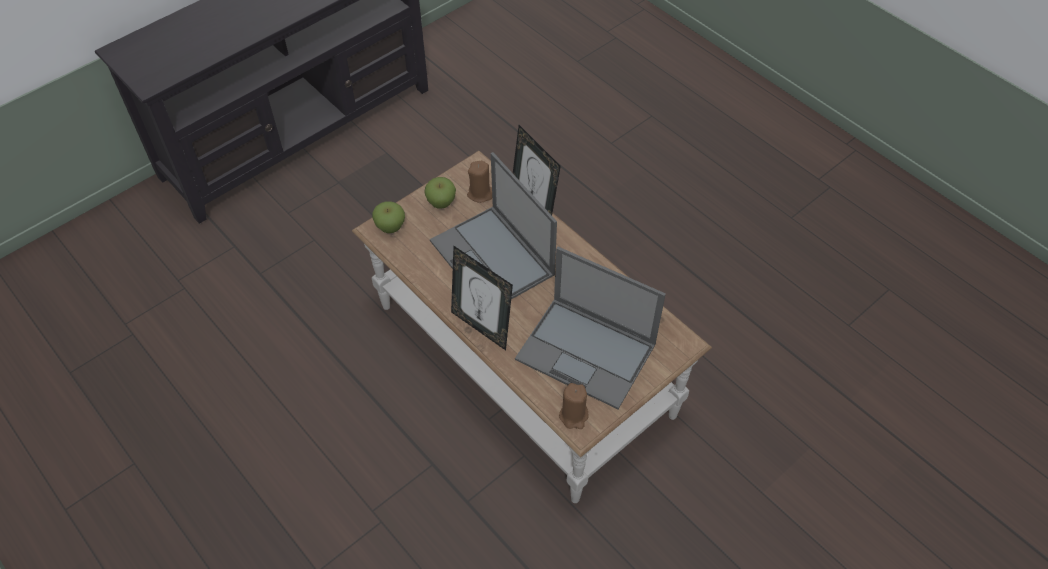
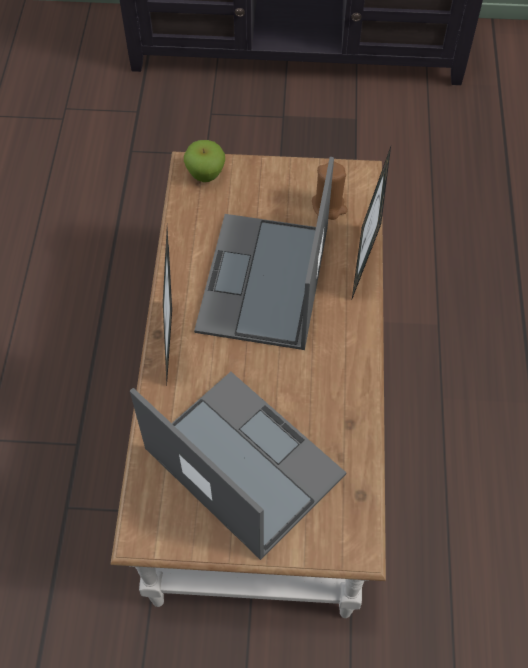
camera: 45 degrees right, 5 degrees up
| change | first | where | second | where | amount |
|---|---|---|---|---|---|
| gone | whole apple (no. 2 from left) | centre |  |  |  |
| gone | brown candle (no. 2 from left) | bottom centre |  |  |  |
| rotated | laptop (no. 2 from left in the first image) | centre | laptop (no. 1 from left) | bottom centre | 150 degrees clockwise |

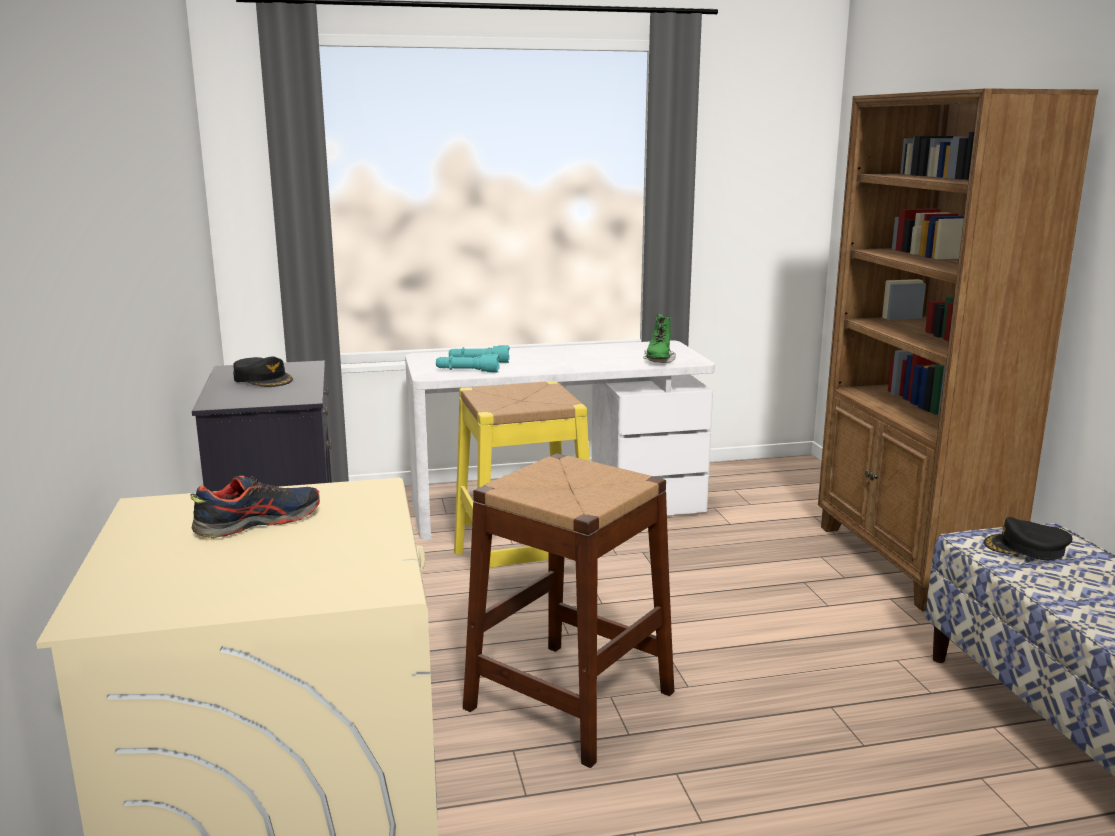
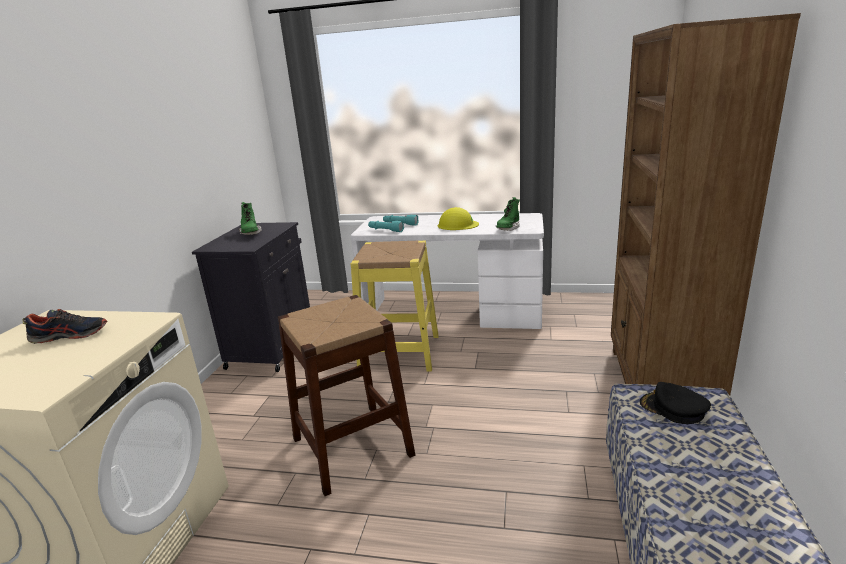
camera: 25 degrees right, 5 degrees up
| change | first | where | second | where | amount |
|---|---|---|---|---|---|
| new |  |  | yellow hard hat | centre |  |
| swapped | blackish baseball cap (no. 1 from left) | middle left | green high-top boot (no. 1 from left) | middle left |  |

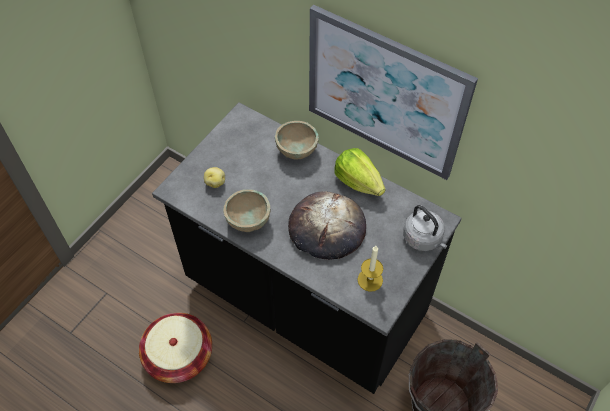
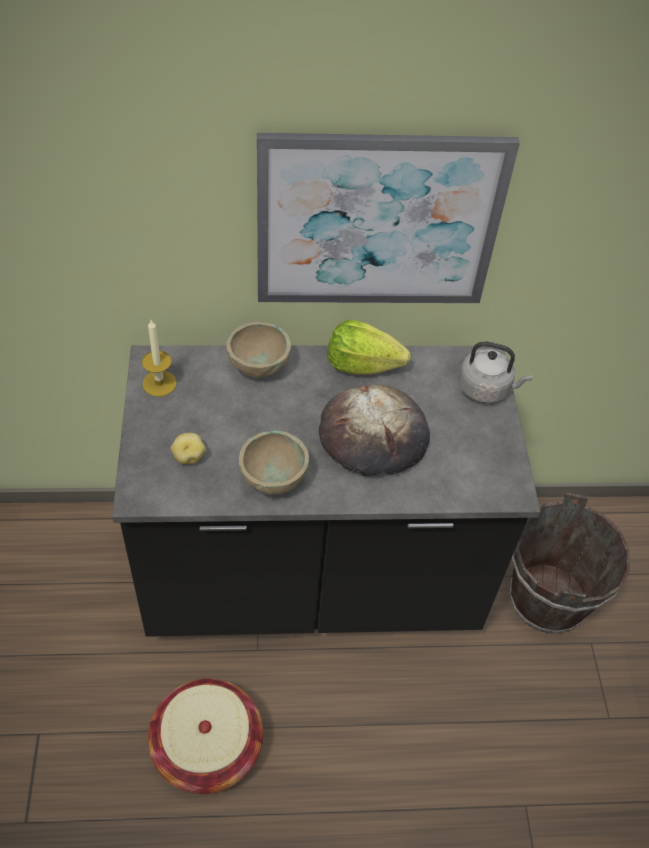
camera: 40 degrees left, 5 degrees down
| change | first | where | second | where | amount |
|---|---|---|---|---|---|
| shifted | candle | centre |  | middle left |  |

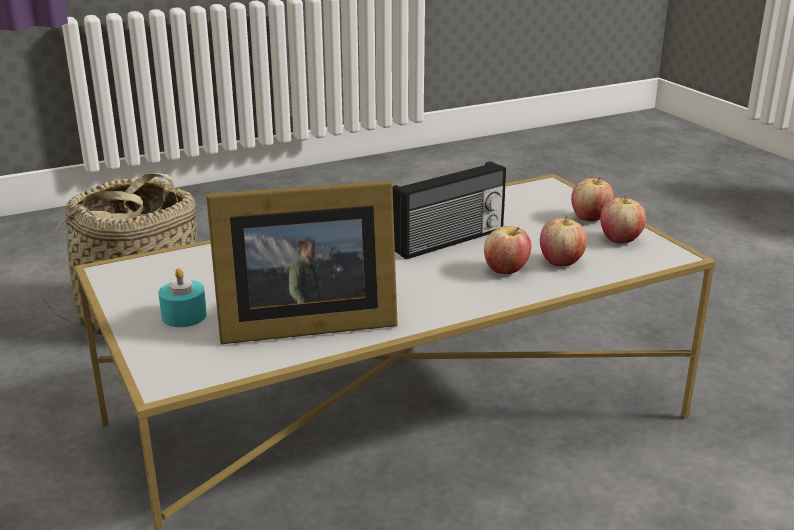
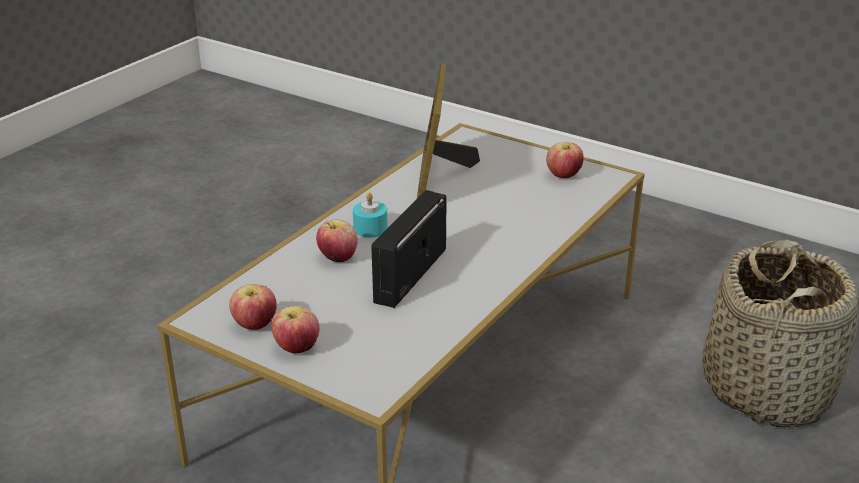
camera: 150 degrees right, 5 degrees up
| change | first | where | second | where | amount |
|---|---|---|---|---|---|
| shifted | turquoise candle | middle left |  | centre |  |
| shifted | whole apple (no. 2 from left in the first image) | middle right | whole apple (no. 4 from left) | top centre |  |
| rotated | picture frame | centre |  | top centre | 45 degrees counterclockwise |

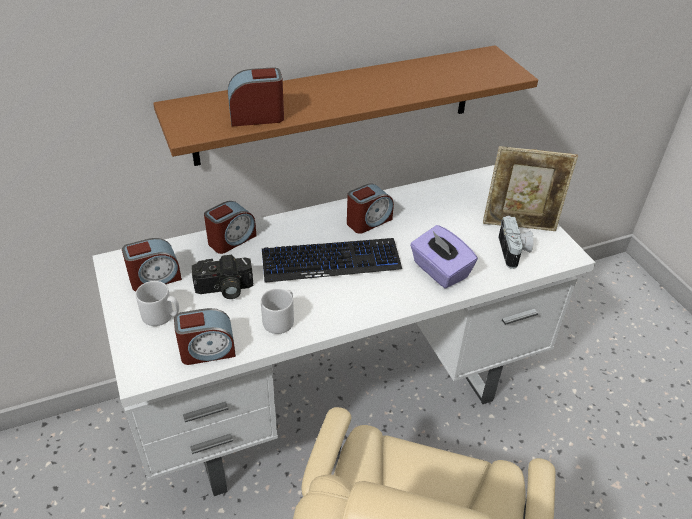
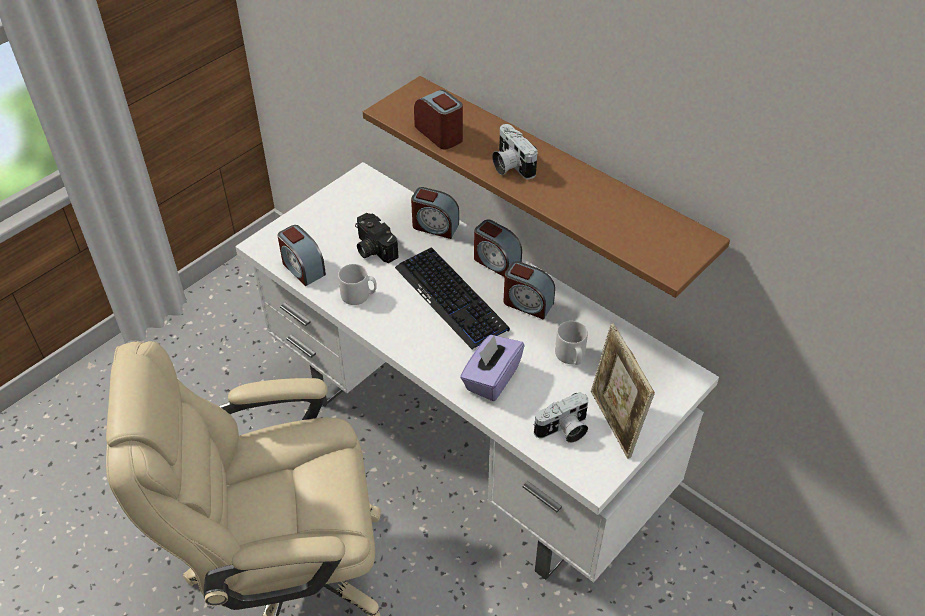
camera: 65 degrees right, 5 degrees up
| change | first | where | second | where | amount |
|---|---|---|---|---|---|
| new |  |  | photo camera (no. 2 from left) | top centre |  |
| shifted | bedside clock (no. 1 from left in the first image) | middle left | bedside clock (no. 4 from left) | centre |  |
| shifted | gray coffee mug (no. 1 from left in the first image) | middle left | gray coffee mug (no. 2 from left) | centre |  |

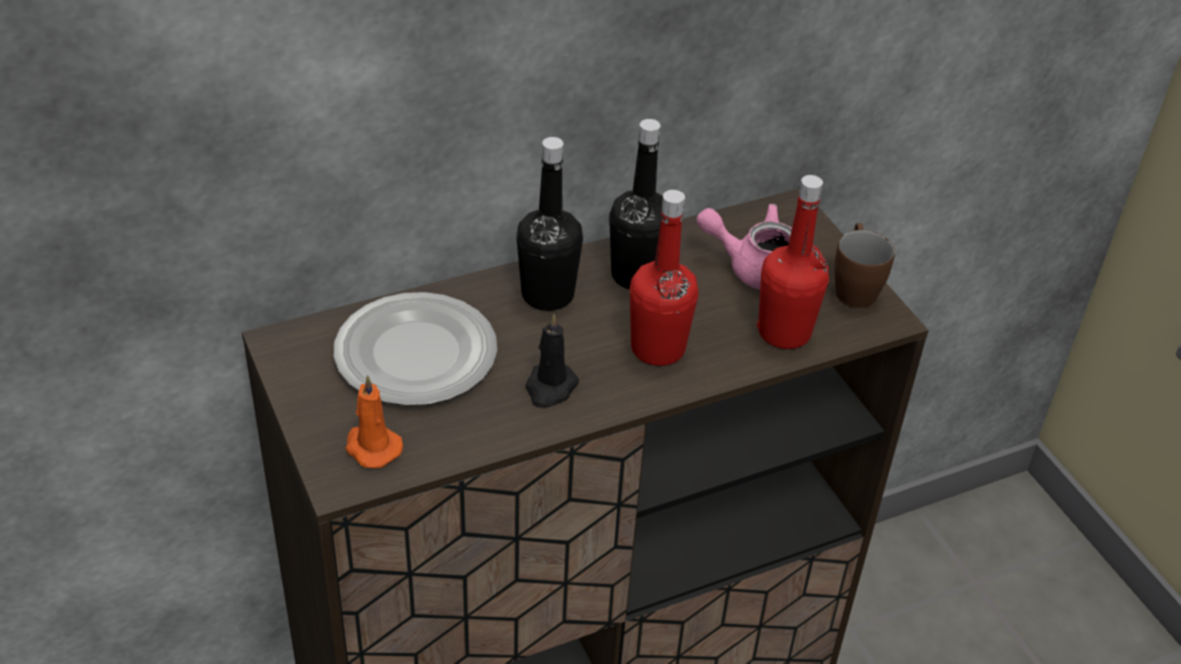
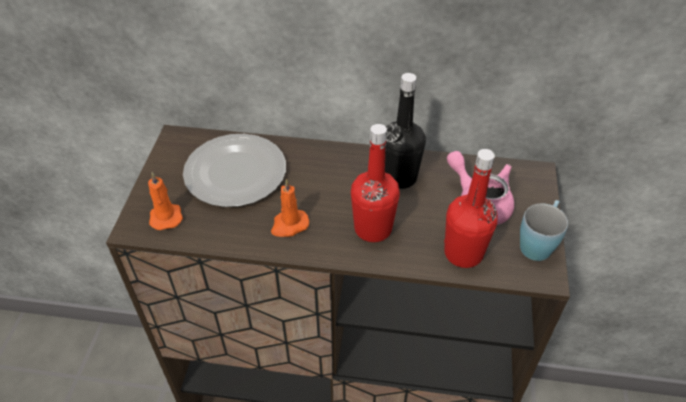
camera: 35 degrees right, 5 degrees up
| change | first | where | second | where | amount |
|---|---|---|---|---|---|
| gone | blackish beverage bottle (no. 1 from left) | centre |  |  |  |
| repainted | blackish candle | centre | orange-coloured candle (no. 2 from left) | centre |  |
| repainted | brown coffee mug | middle right | bluish coffee mug | middle right |  |

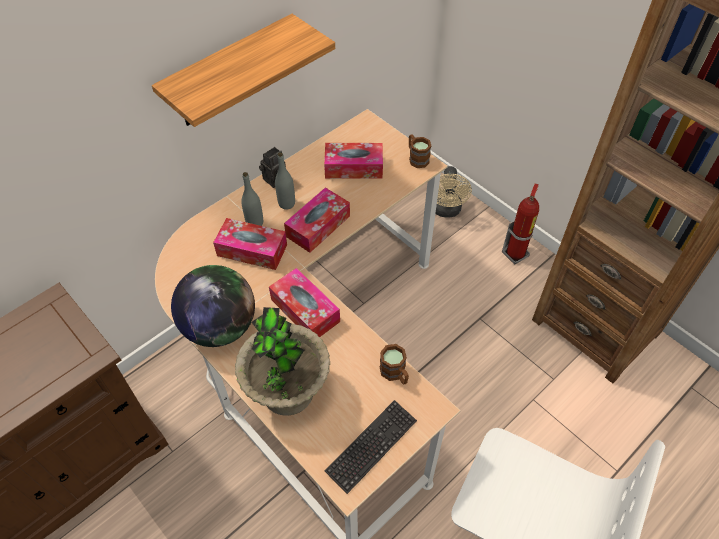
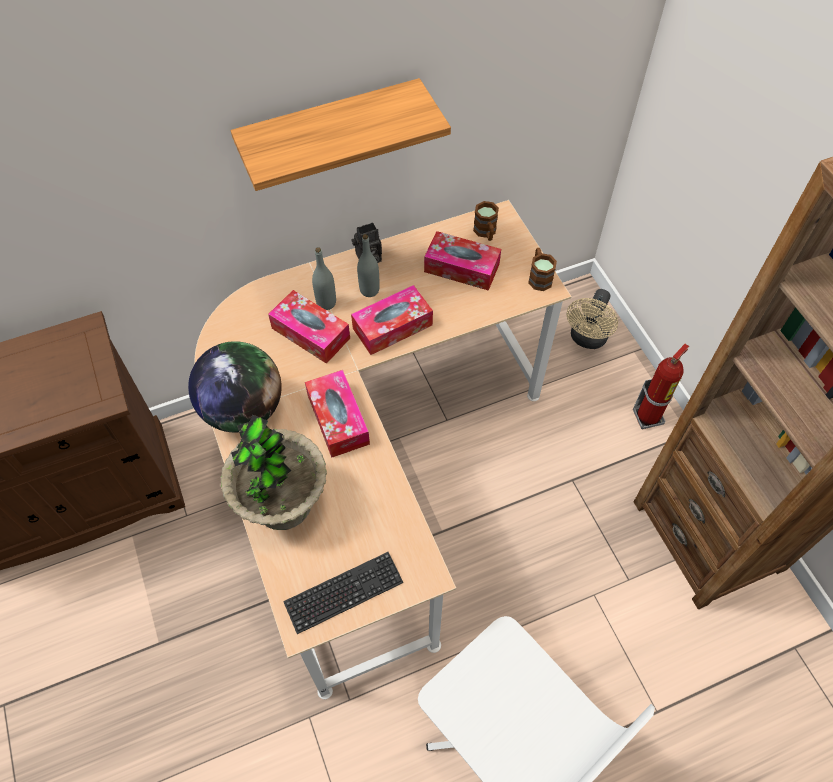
camera: 20 degrees right, 5 degrees up
| change | first | where | second | where | amount |
|---|---|---|---|---|---|
| shifted | brown coffee mug (no. 1 from left) | bottom centre |  | top centre |  |

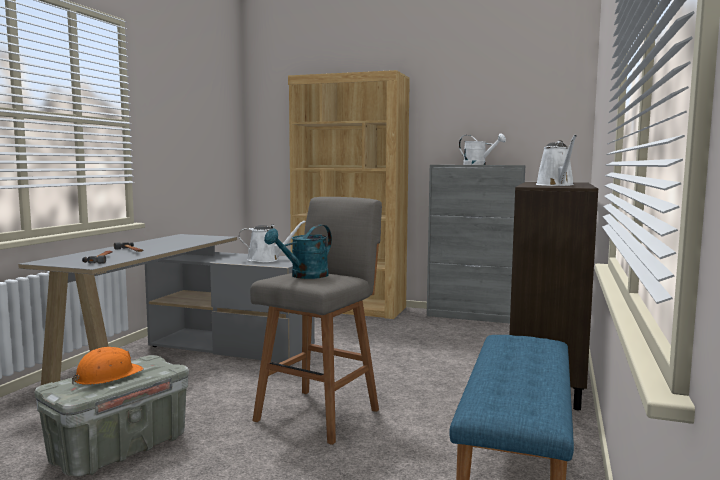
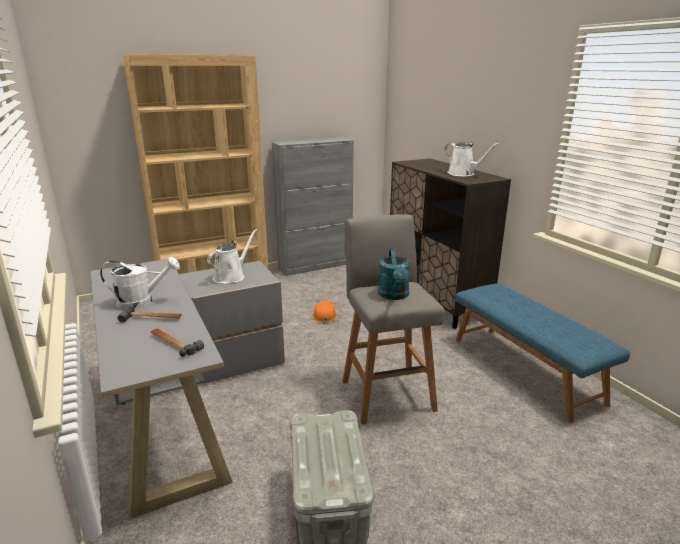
camera: 45 degrees left, 15 degrees up
| change | first | where | second | where | amount |
|---|---|---|---|---|---|
| shifted | orange-coloured hard hat | bottom left |  | centre |  |
| shifted | white sprinkling can (no. 2 from left in the first image) | top right | white sprinkling can (no. 1 from left) | middle left |  |

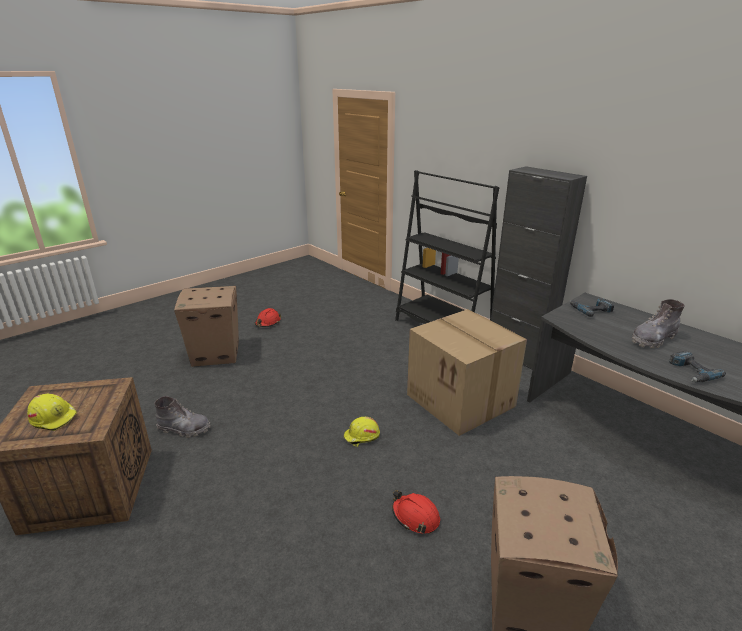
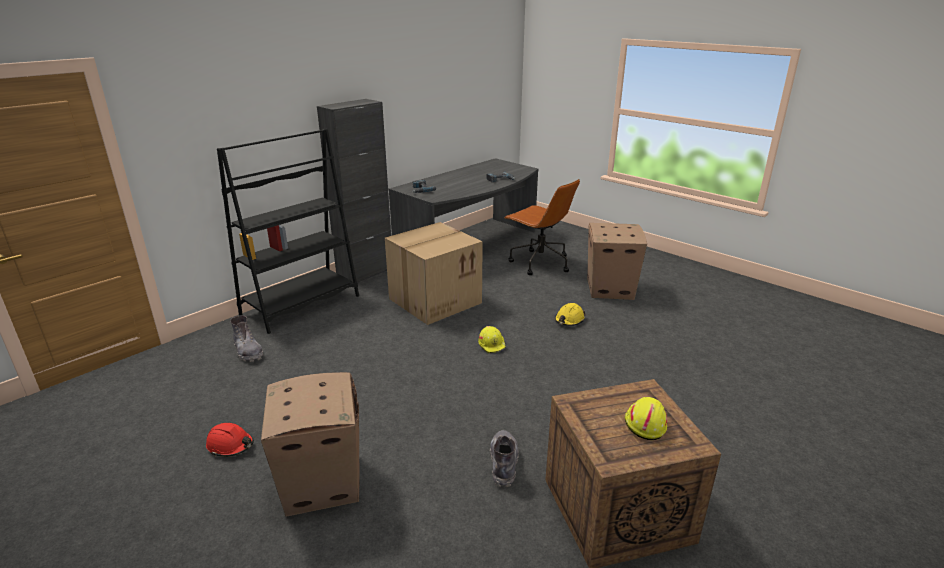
camera: 95 degrees left, 0 degrees up
| change | first | where | second | where | amount |
|---|---|---|---|---|---|
| new |  |  | brown desk chair | centre |  |
| shifted | gray high-top boot (no. 2 from left in the first image) | middle right | gray high-top boot (no. 1 from left) | middle left |  |
| repainted | red-coloured hard hat (no. 2 from left) | bottom centre | yellow hard hat (no. 2 from left) | centre |  |

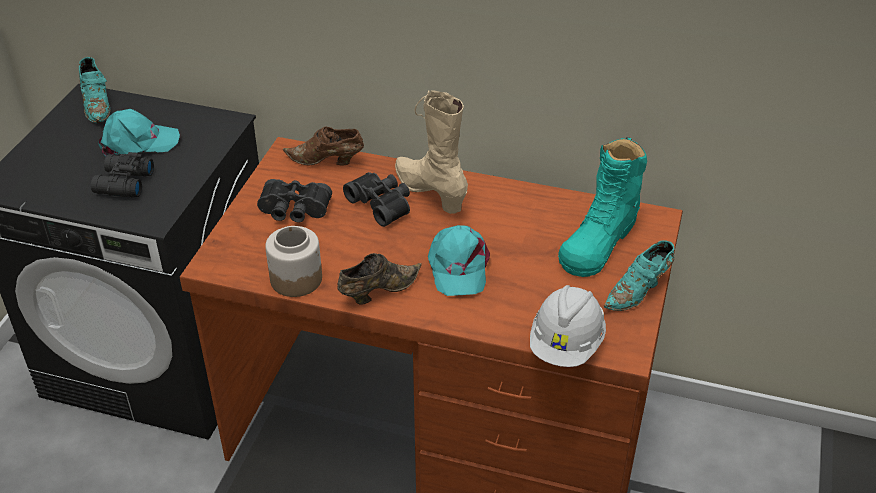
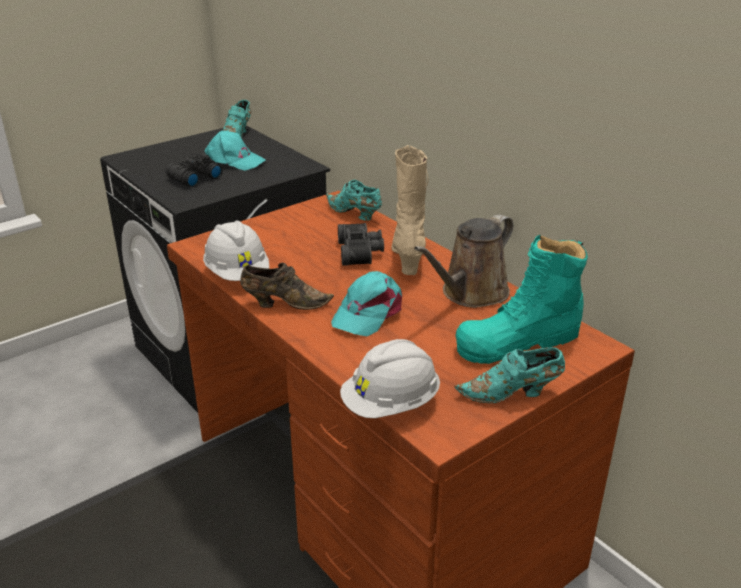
camera: 35 degrees right, 10 degrees down
| change | first | where | second | where | amount |
|---|---|---|---|---|---|
| gone | blackish binoculars (no. 2 from left) | centre |  |  |  |
| new |  |  | brown sprinkling can | centre |  |
| swapped | preserve jar | centre | white hard hat (no. 1 from left) | middle left |  |
| repainted | brown low shoe (no. 1 from left) | top centre | turquoise low shoe (no. 2 from left) | centre |  |

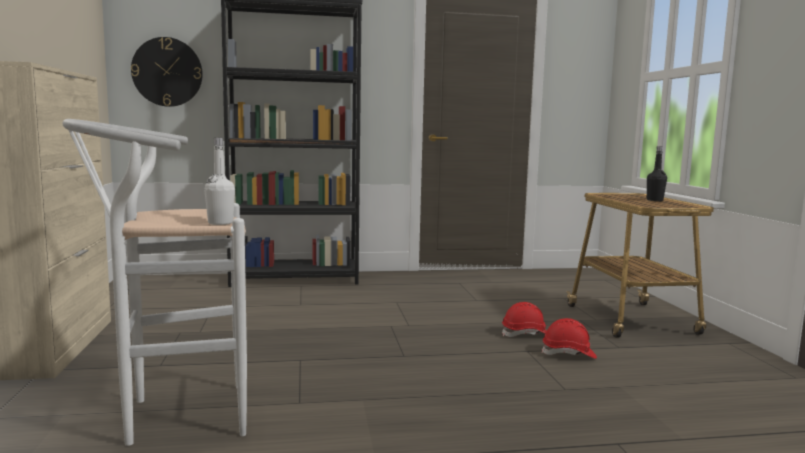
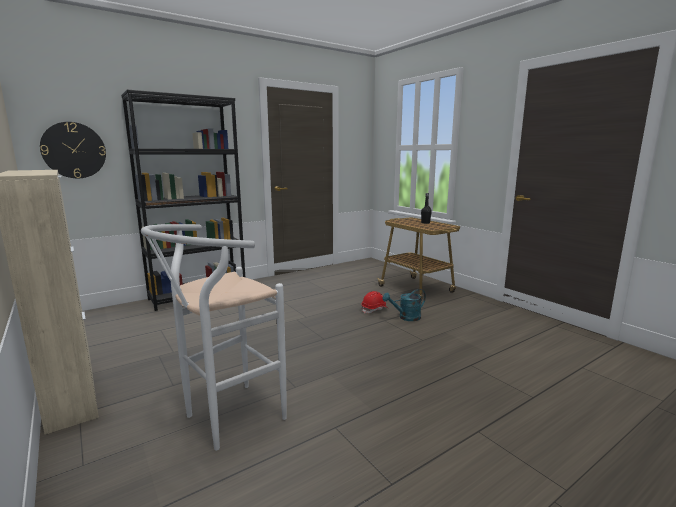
camera: 25 degrees left, 5 degrees up
| change | first | where | second | where | amount |
|---|---|---|---|---|---|
| gone | white beverage bottle | middle left |  |  |  |
| swapped | red-coloured hard hat (no. 2 from left) | bottom right | turquoise sprinkling can | centre |  |

